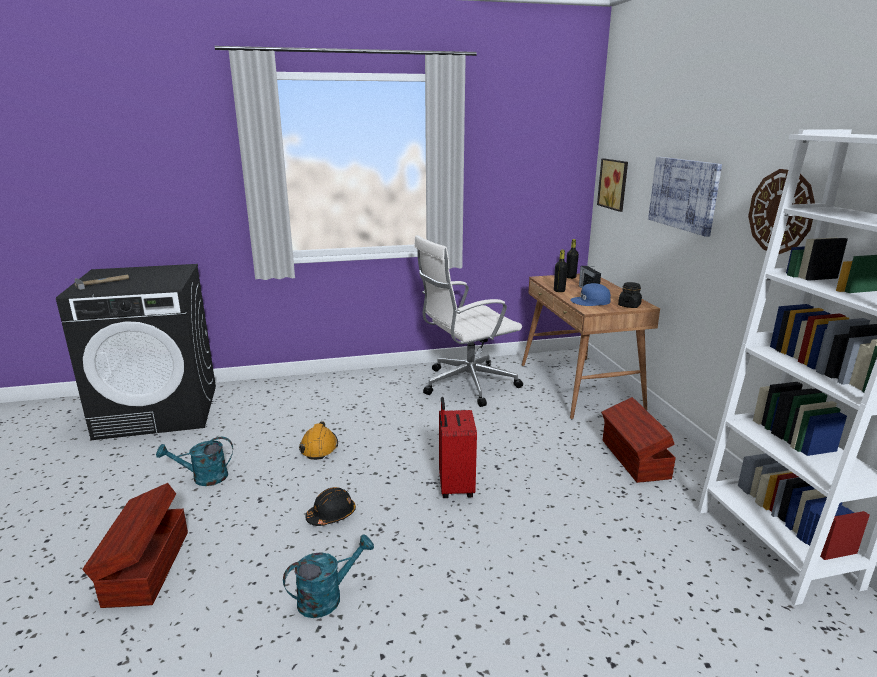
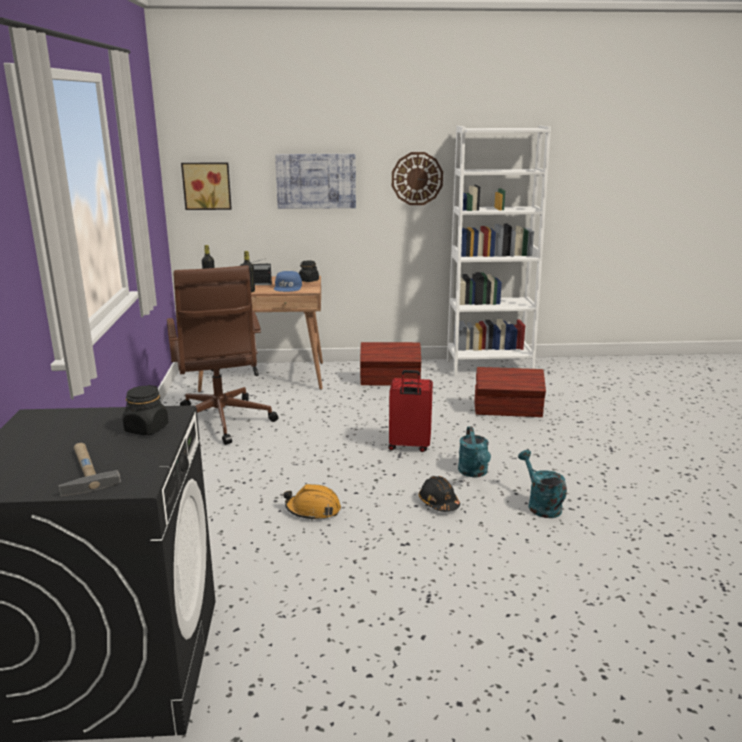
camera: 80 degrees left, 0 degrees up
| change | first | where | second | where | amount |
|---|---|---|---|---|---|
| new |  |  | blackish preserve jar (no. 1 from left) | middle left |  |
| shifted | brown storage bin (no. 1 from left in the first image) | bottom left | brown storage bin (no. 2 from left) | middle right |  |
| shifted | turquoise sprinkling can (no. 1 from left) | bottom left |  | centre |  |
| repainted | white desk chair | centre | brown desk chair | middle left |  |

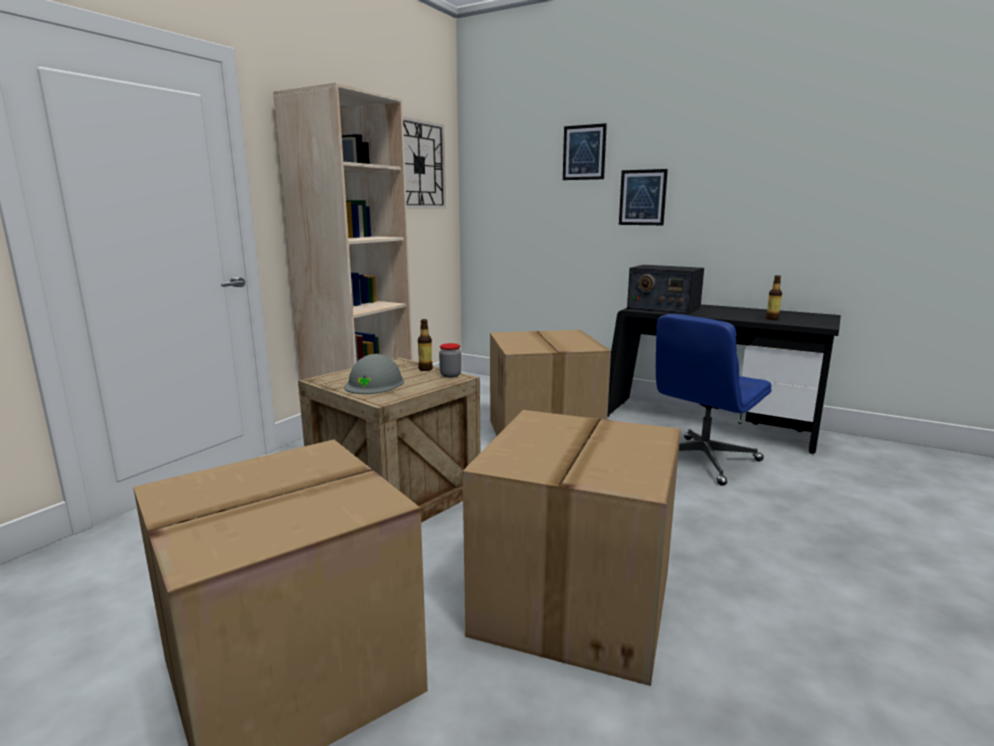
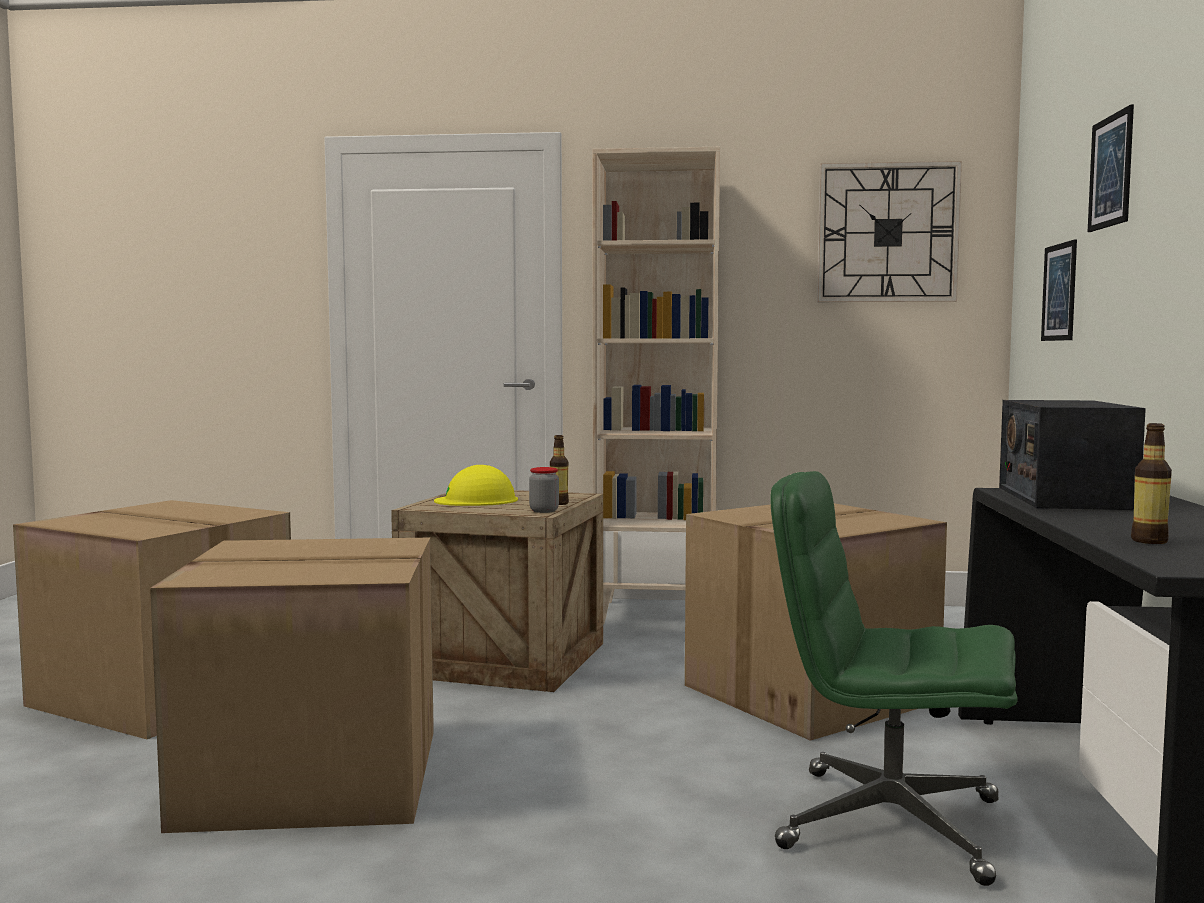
camera: 65 degrees right, 10 degrees down
| change | first | where | second | where | amount |
|---|---|---|---|---|---|
| shifted | wall picture (no. 2 from left in the first image) | top centre | wall picture (no. 1 from left) | top right |  |
| repainted | gray hard hat | centre | yellow hard hat | centre |  |
| repainted | bluish desk chair | middle right | green desk chair | bottom right |  |

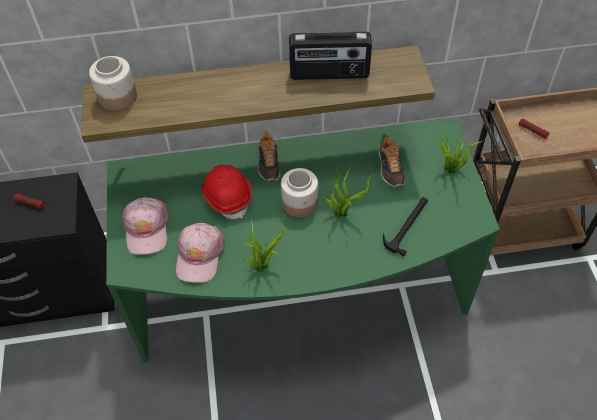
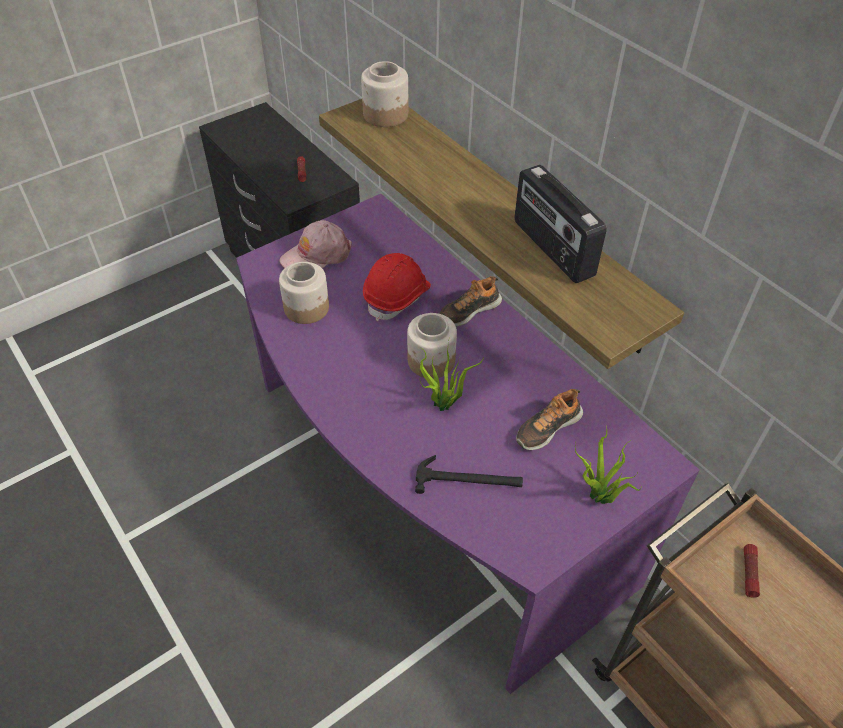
camera: 60 degrees right, 5 degrees down
| change | first | where | second | where | amount |
|---|---|---|---|---|---|
| gone | plant in a pot (no. 1 from left) | centre |  |  |  |
| swapped | pink baseball cap (no. 2 from left) | centre | preserve jar (no. 1 from left) | centre |  |
| repainted | green desk table | centre | purplish desk table | centre |  |

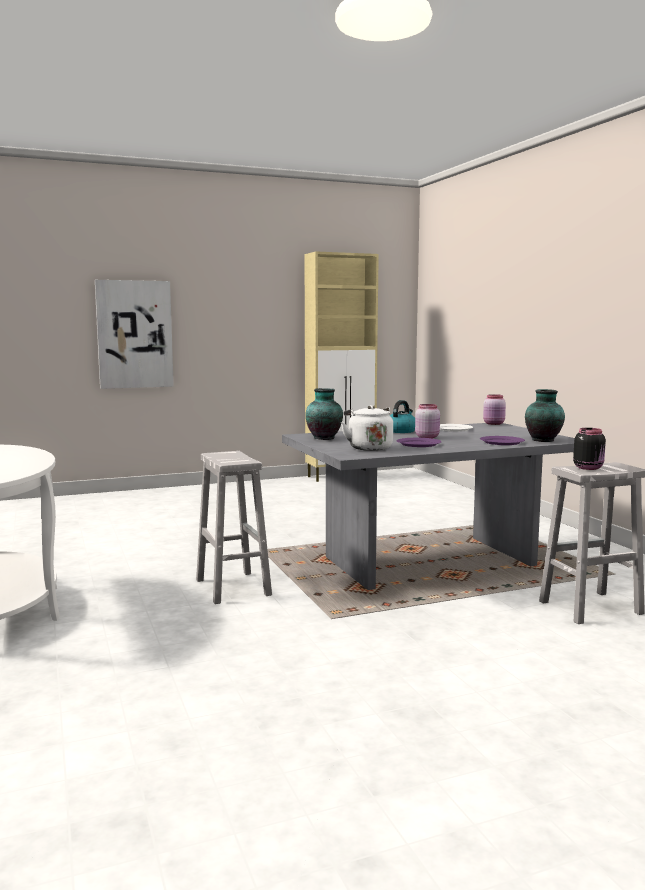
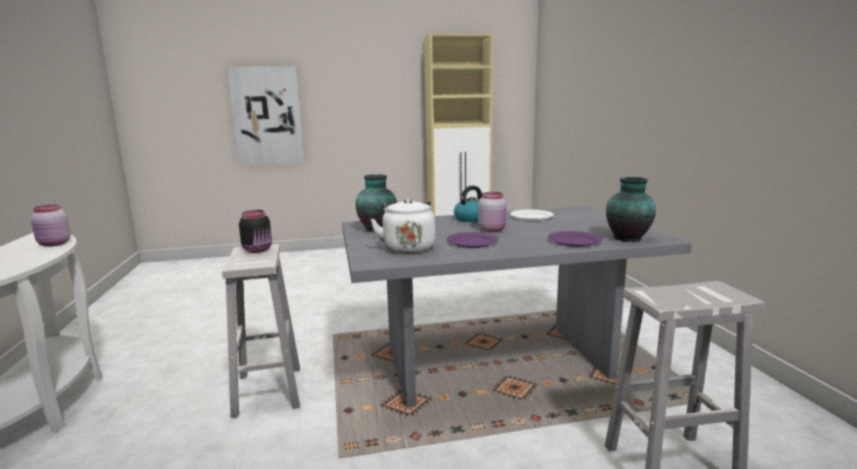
camera: 10 degrees right, 5 degrees up
| change | first | where | second | where | amount |
|---|---|---|---|---|---|
| shifted | pink preserve jar (no. 2 from left in the first image) | middle right | pink preserve jar (no. 1 from left) | middle left |  |
| shifted | blackish preserve jar | middle right |  | middle left |  |

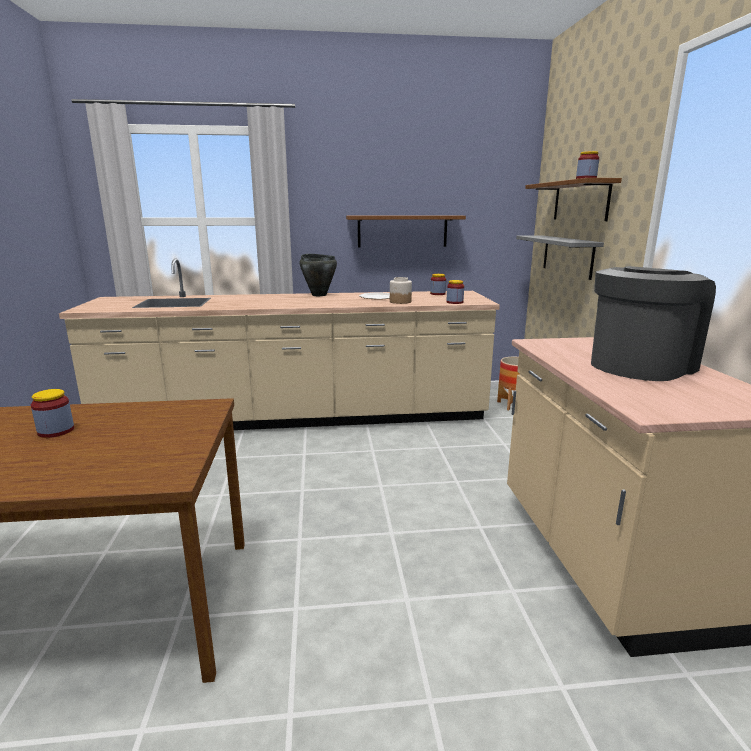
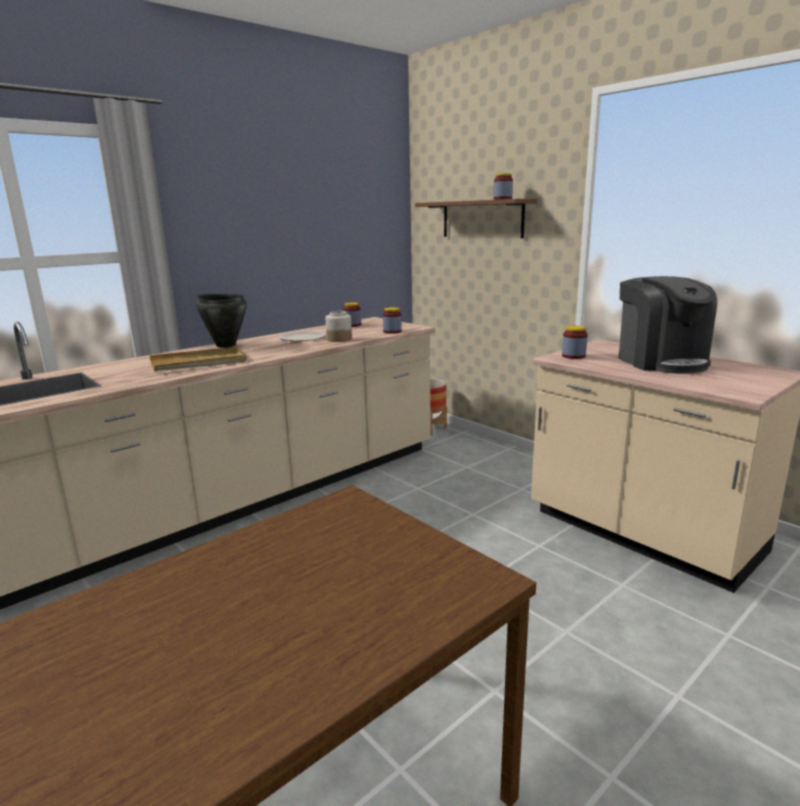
camera: 35 degrees left, 0 degrees up
| change | first | where | second | where | amount |
|---|---|---|---|---|---|
| gone | brown wall shelf (no. 1 from left) | top centre |  |  |  |
| gone | gray wall shelf | middle right |  |  |  |
| new |  |  | beige-coloured tray | middle left |  |
| shifted | preserve jar (no. 1 from left in the first image) | middle left | preserve jar (no. 5 from left) | middle right |  |
| rotated | coffee maker | middle right |  | middle right | 150 degrees clockwise |

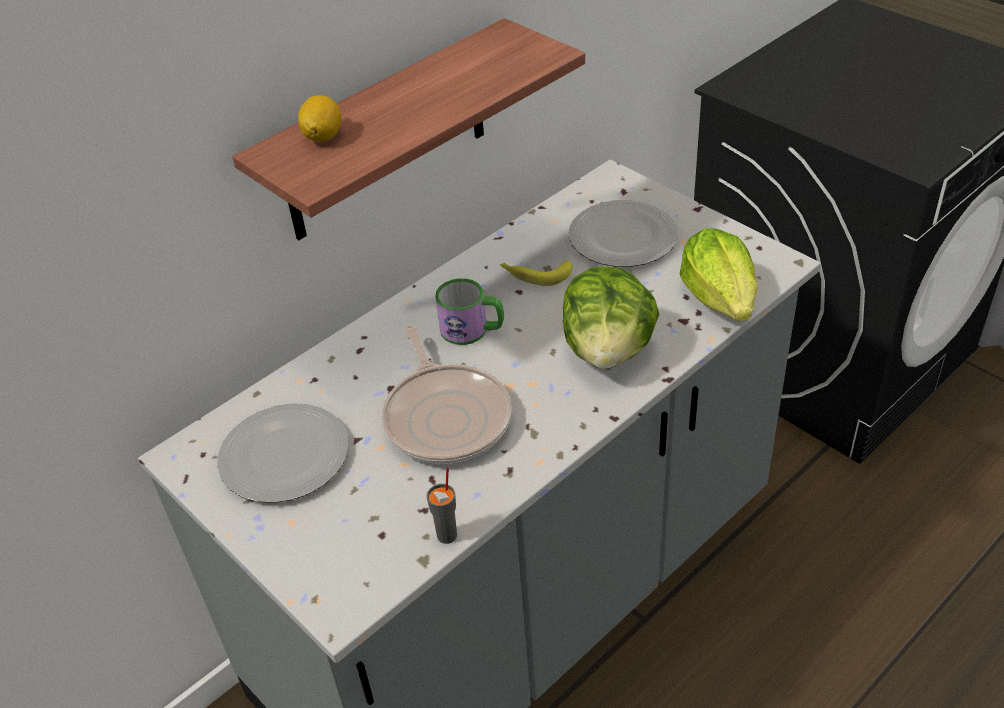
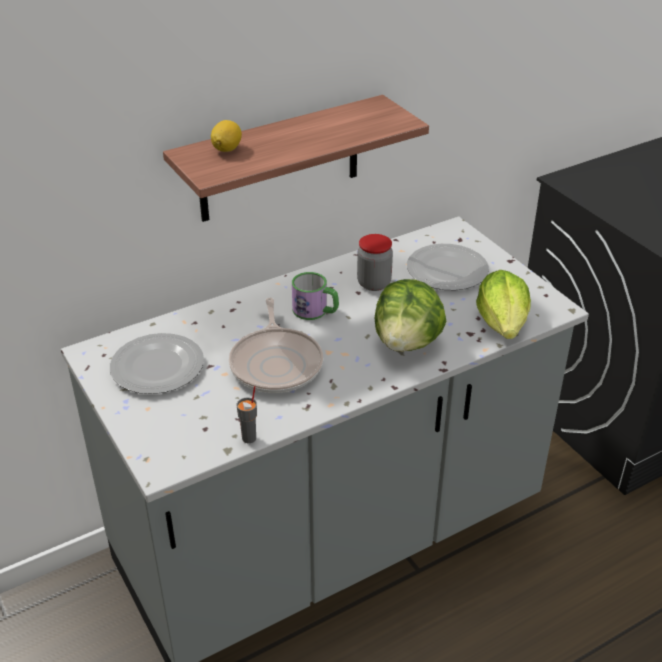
camera: 10 degrees right, 5 degrees down
| change | first | where | second | where | amount |
|---|---|---|---|---|---|
| swapped | banana fruit | centre | preserve jar | centre |  |

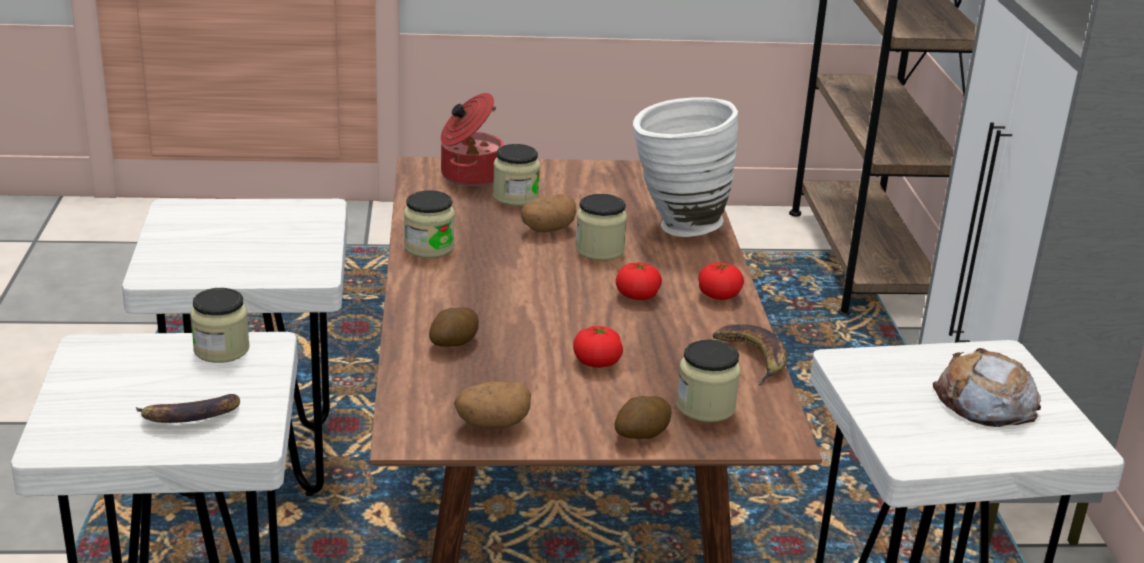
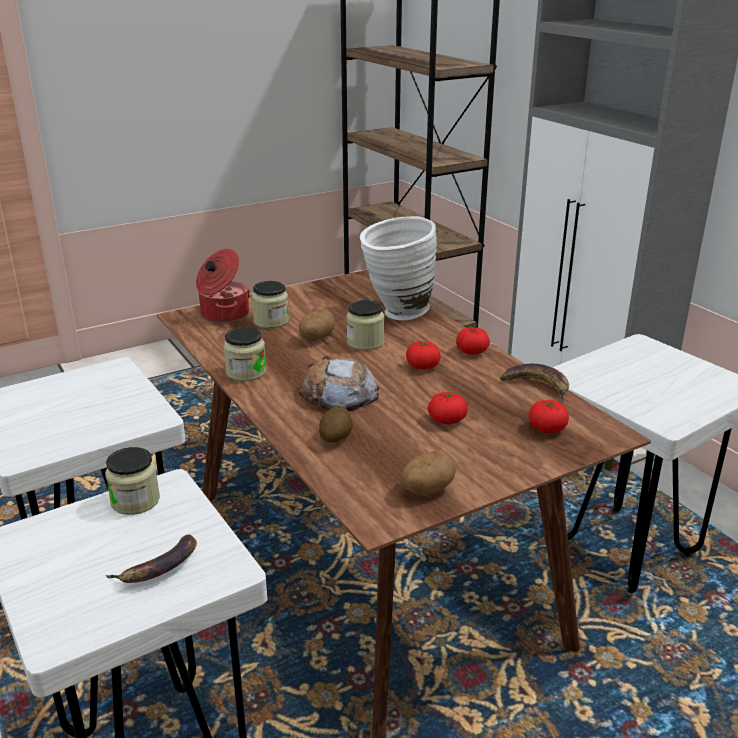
camera: 25 degrees left, 0 degrees up
| change | first | where | second | where | amount |
|---|---|---|---|---|---|
| gone | spud (no. 4 from left) | bottom centre |  |  |  |
| shifted | baked bread | bottom right |  | centre |  |
| swapped | preserve jar (no. 5 from left) | bottom centre | whole tomato (no. 4 from left) | middle right |  |

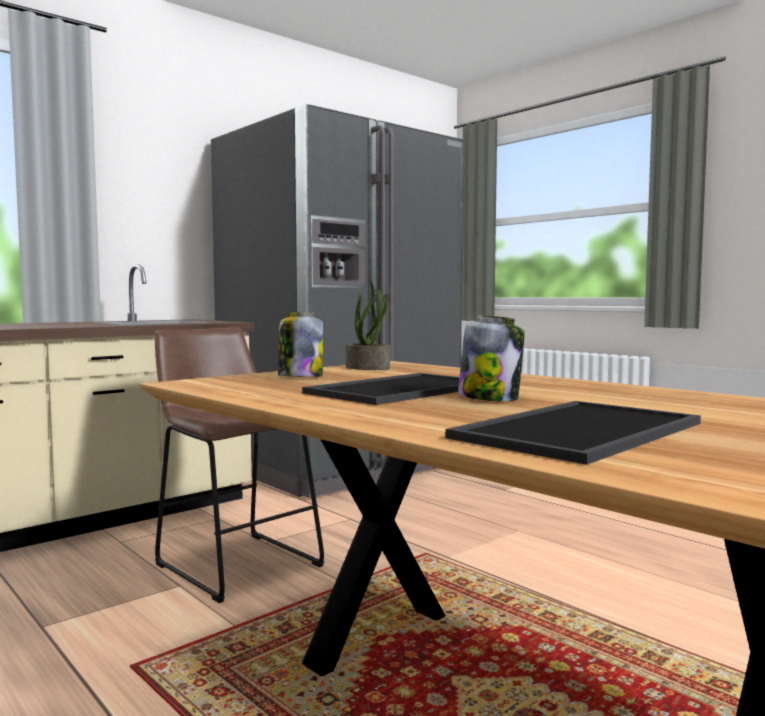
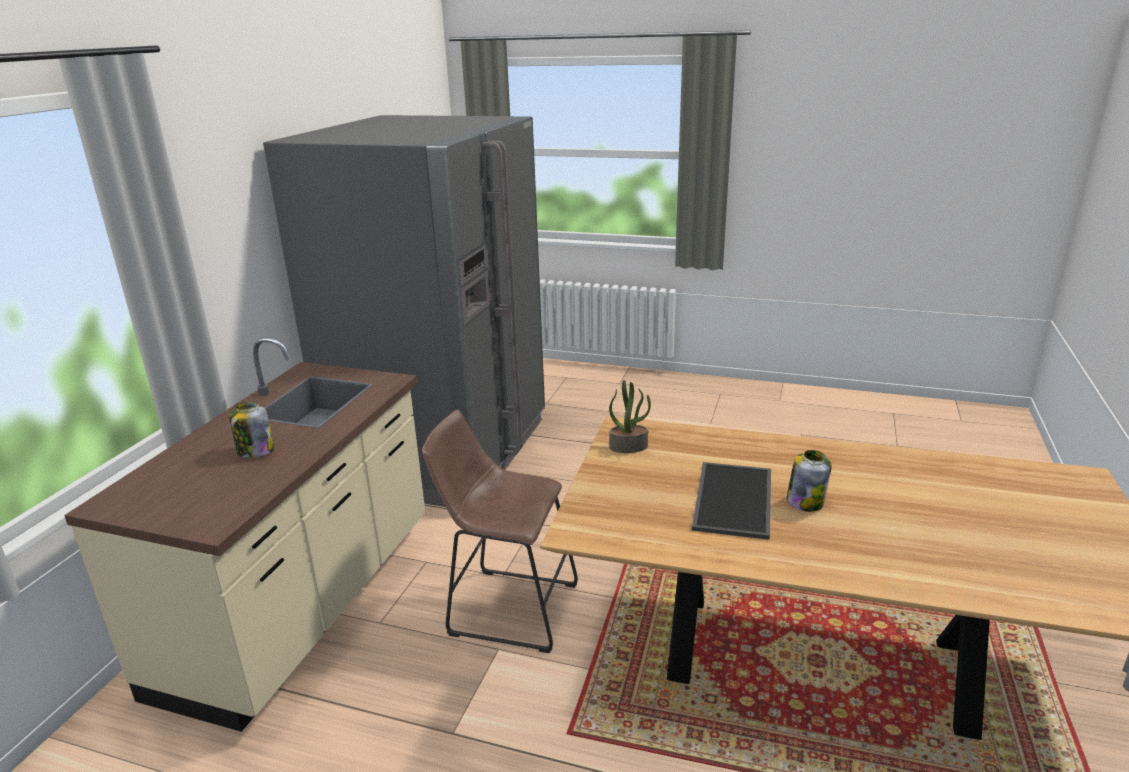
camera: 30 degrees left, 20 degrees up
| change | first | where | second | where | amount |
|---|---|---|---|---|---|
| gone | tray (no. 2 from left) | middle right |  |  |  |
| shifted | preserve jar (no. 1 from left) | centre |  | middle left |  |

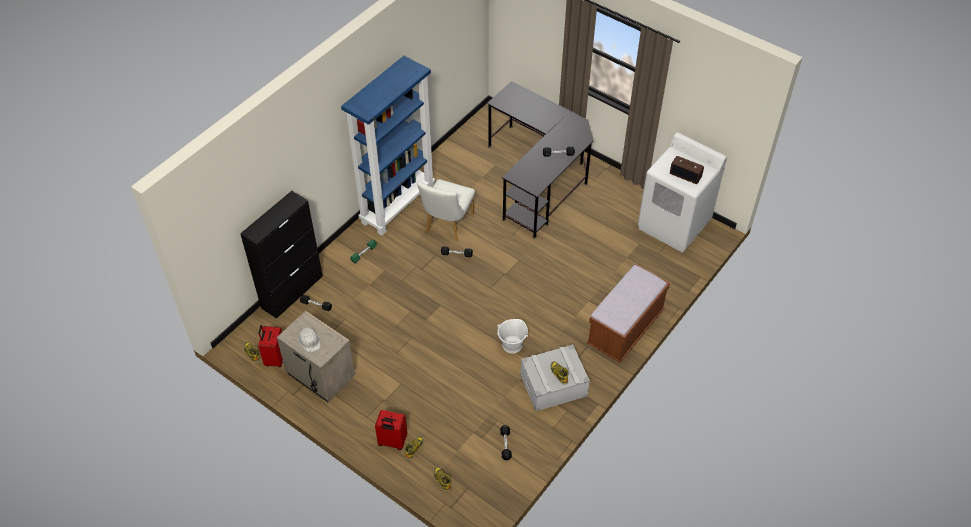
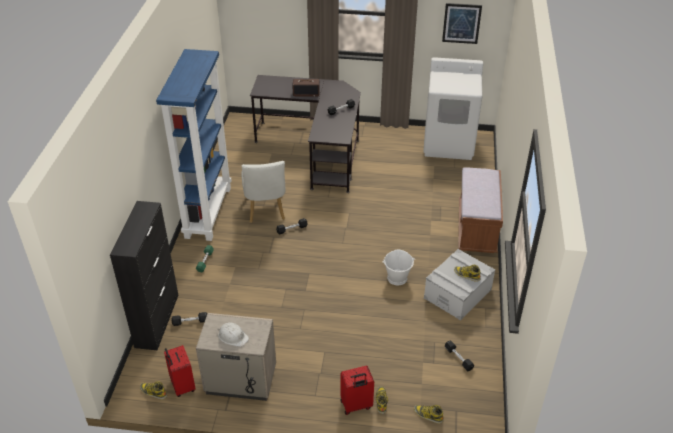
camera: 30 degrees left, 10 degrees down
| change | first | where | second | where | amount |
|---|---|---|---|---|---|
| new |  |  | wall picture | top right |  |
| shifted | radio | top right |  | top centre |  |

